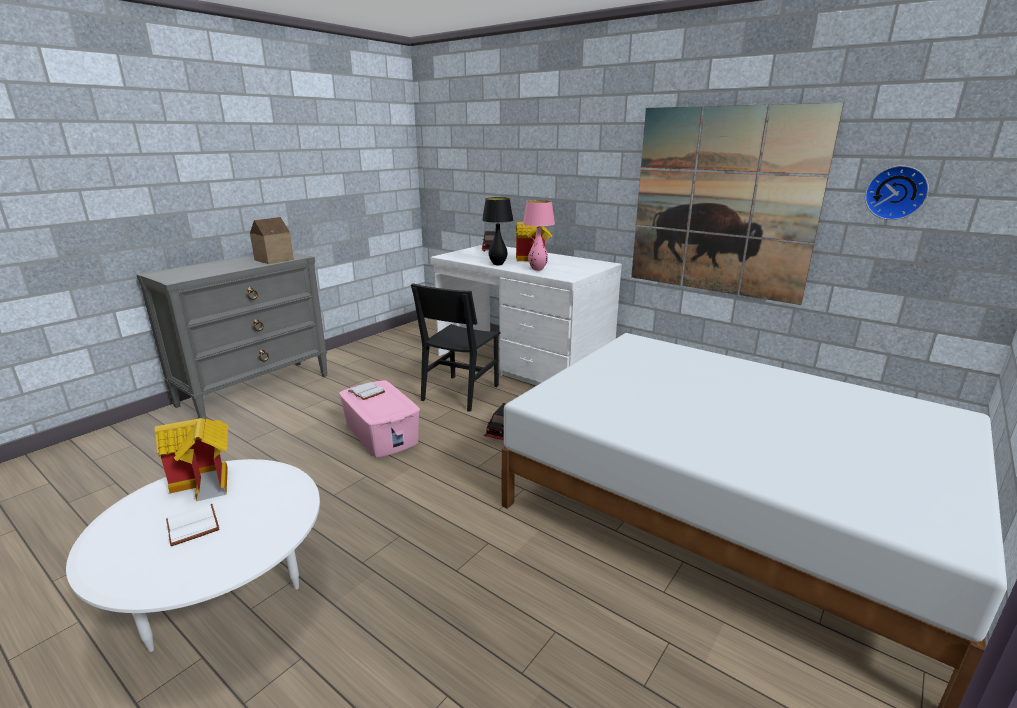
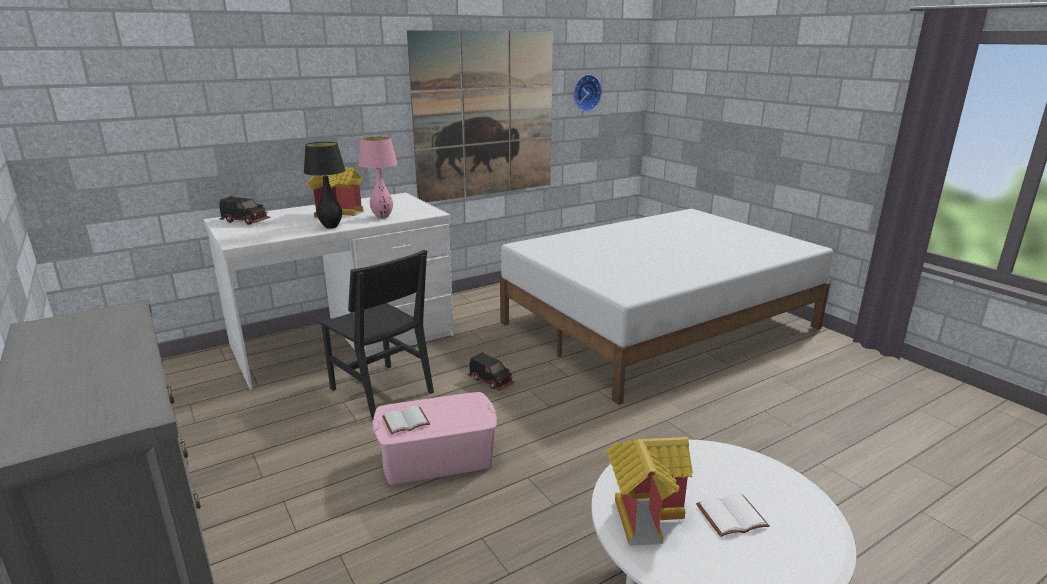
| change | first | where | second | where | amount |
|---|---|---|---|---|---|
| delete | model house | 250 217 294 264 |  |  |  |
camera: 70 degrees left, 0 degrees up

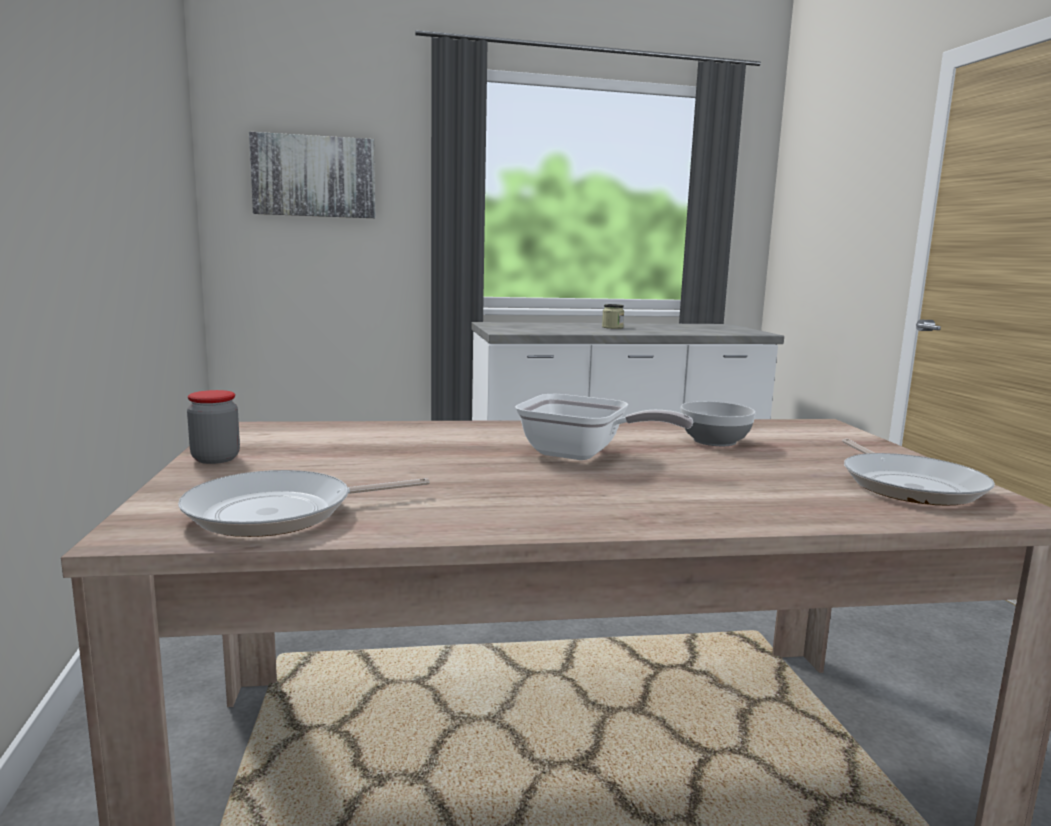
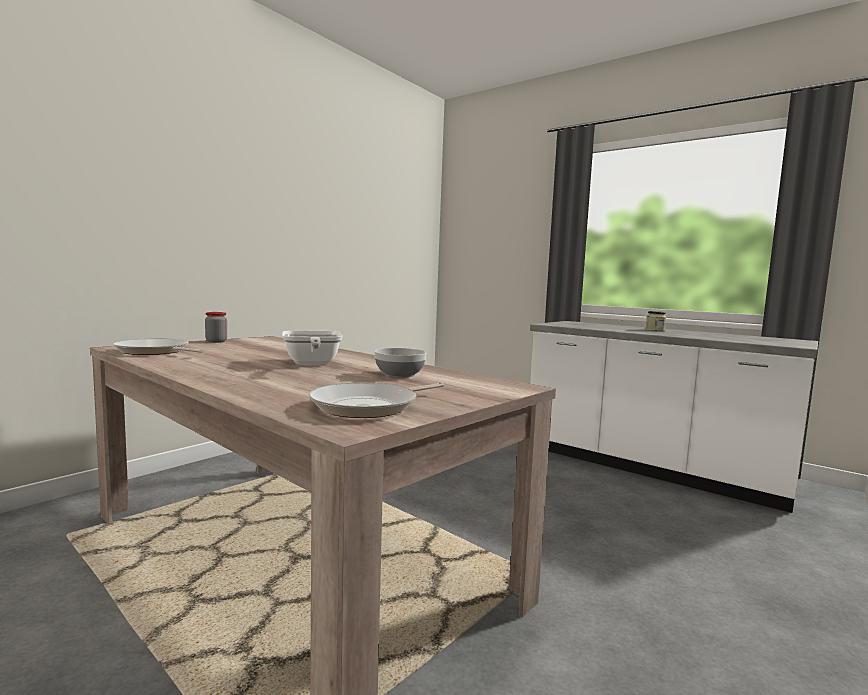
| change | first | where | second | where | amount |
|---|---|---|---|---|---|
| delete | wall art | 249 132 375 218 |  |  |  |
camera: 50 degrees right, 5 degrees down

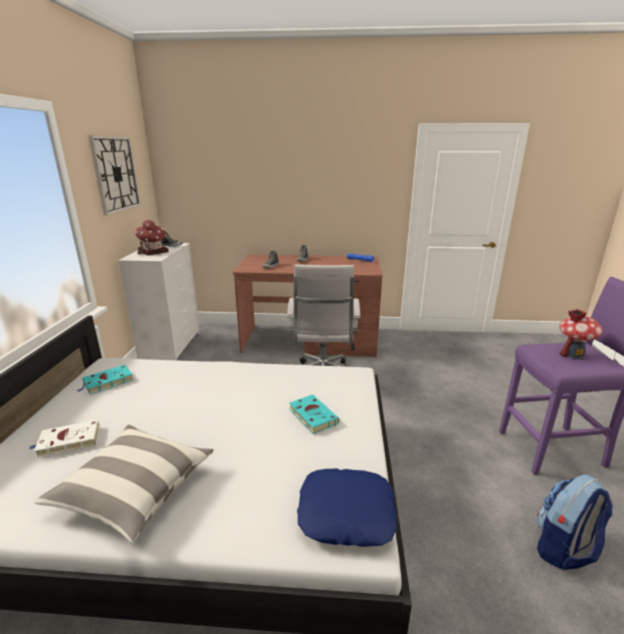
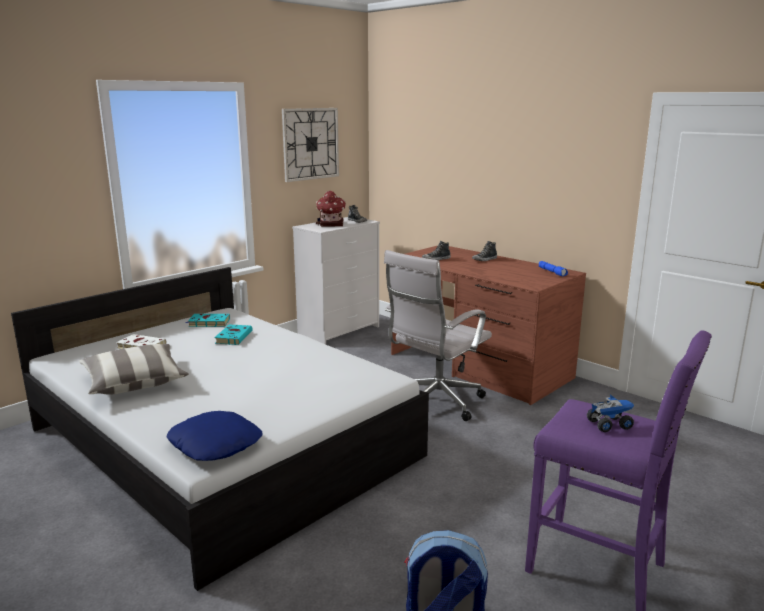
| change | first | where | second | where | amount |
|---|---|---|---|---|---|
| replace | model house | 560 309 603 359 | toy lorry | 587 394 634 432 |  |
| move | volume (blue-green) | 289 395 340 434 |  | 215 324 253 345 |  |
camera: 40 degrees right, 5 degrees down

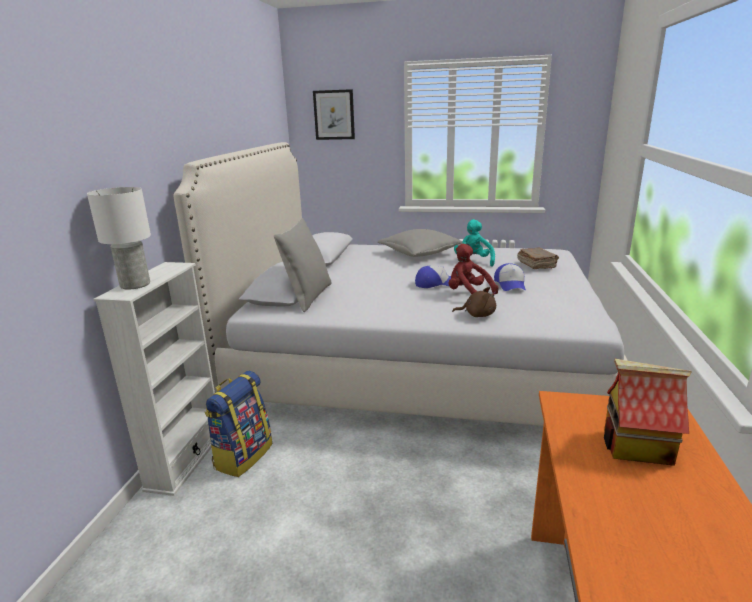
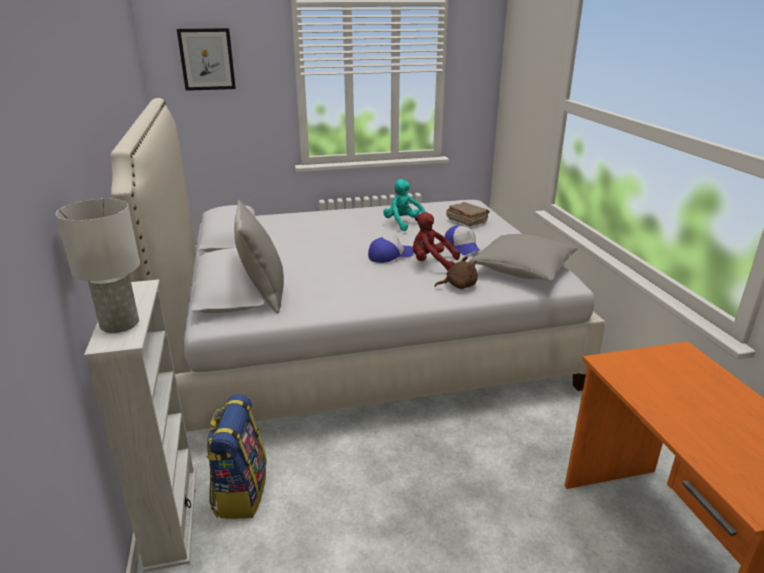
| change | first | where | second | where | amount |
|---|---|---|---|---|---|
| move | cushion (greyish) | 378 229 462 257 |  | 469 234 578 282 |  |
| delete | model house | 604 359 692 466 |  |  |  |
camera: 25 degrees left, 5 degrees up

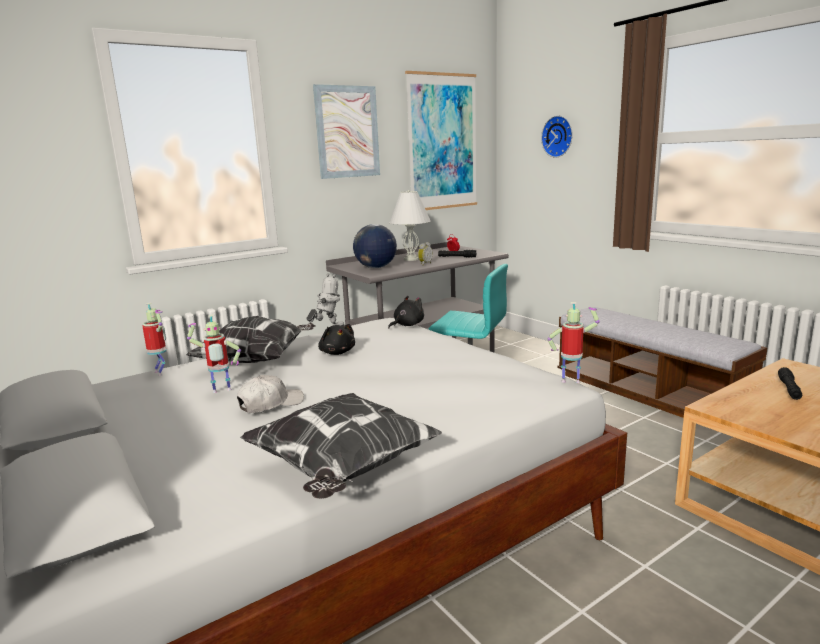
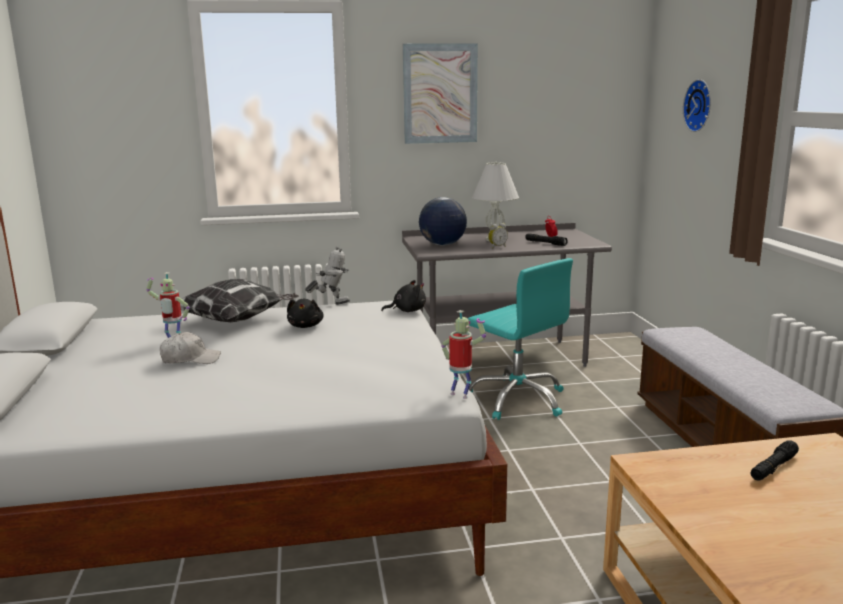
| change | first | where | second | where | amount |
|---|---|---|---|---|---|
| delete | wall art | 405 71 477 210 |  |  |  |
| delete | toy robot | 142 303 166 376 |  |  |  |
| delete | cushion | 240 393 442 499 |  |  |  |
camera: 25 degrees right, 0 degrees up

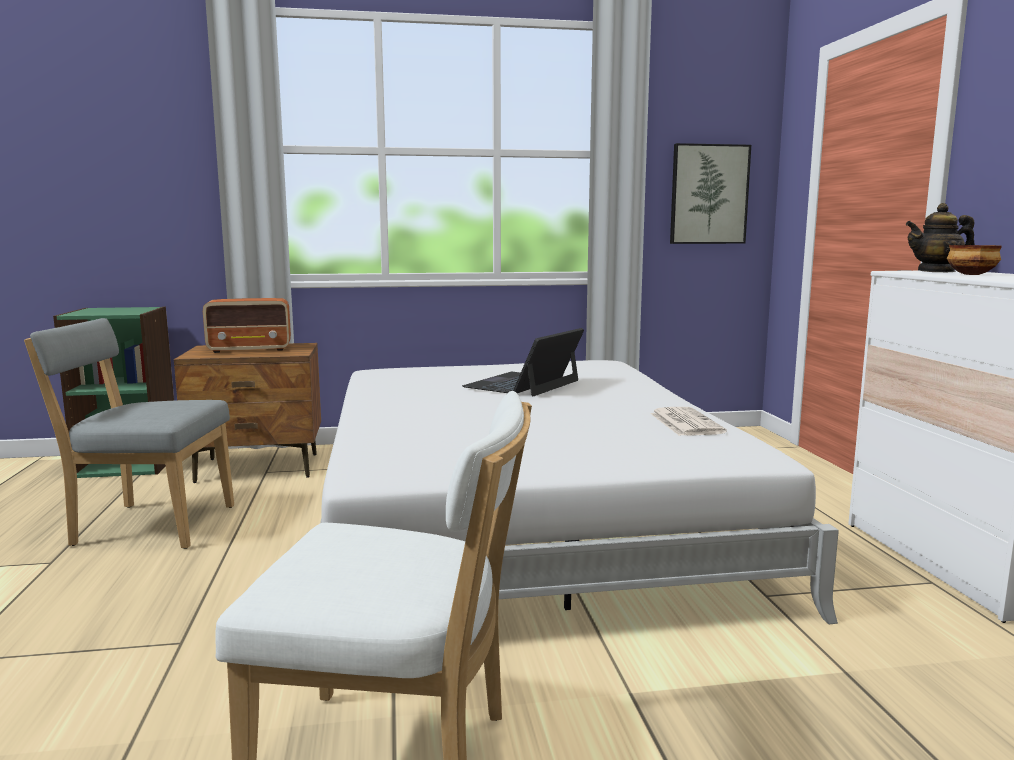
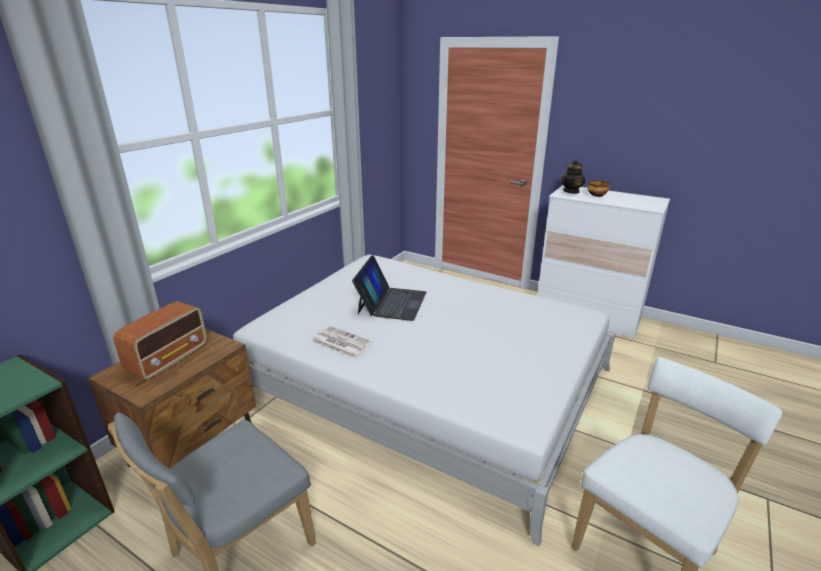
| change | first | where | second | where | amount |
|---|---|---|---|---|---|
| delete | wall art | 670 143 751 244 |  |  |  |
| rotate | portable computer | 462 328 584 397 |  | 352 255 426 321 | 150 degrees counterclockwise |
| move | newspaper | 650 407 727 436 |  | 311 326 373 358 |  |
camera: 50 degrees left, 15 degrees up

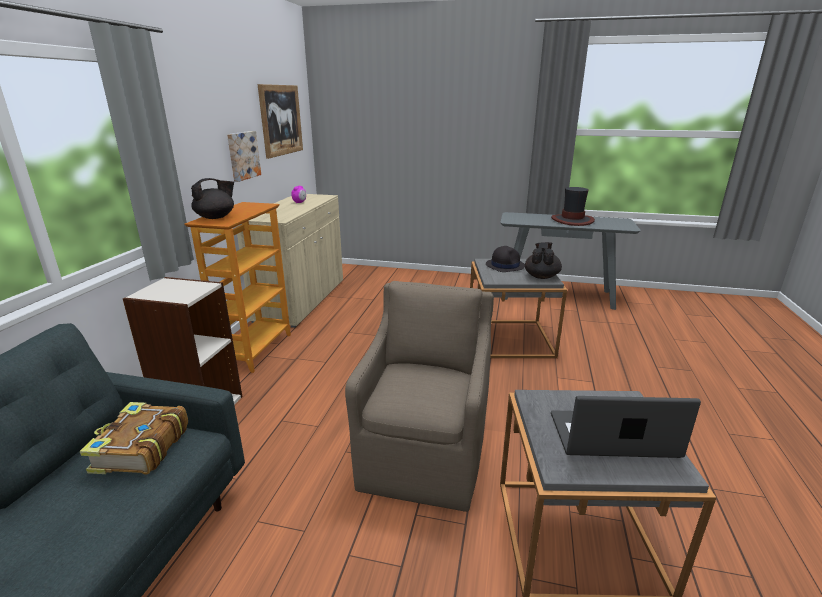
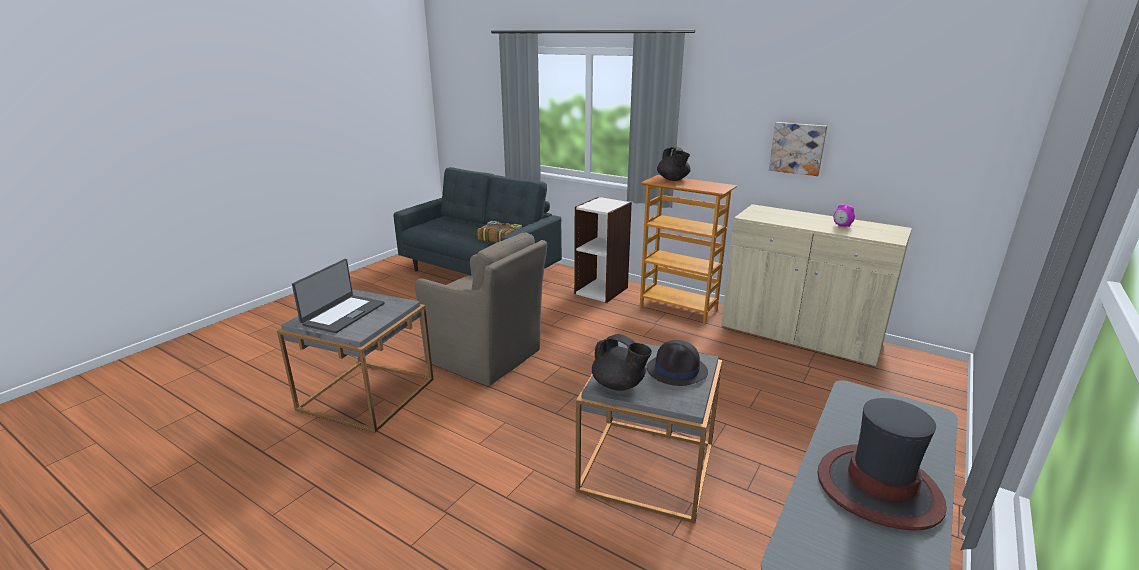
| change | first | where | second | where | amount |
|---|---|---|---|---|---|
| delete | wall art | 257 84 303 159 |  |  |  |
camera: 110 degrees right, 0 degrees up

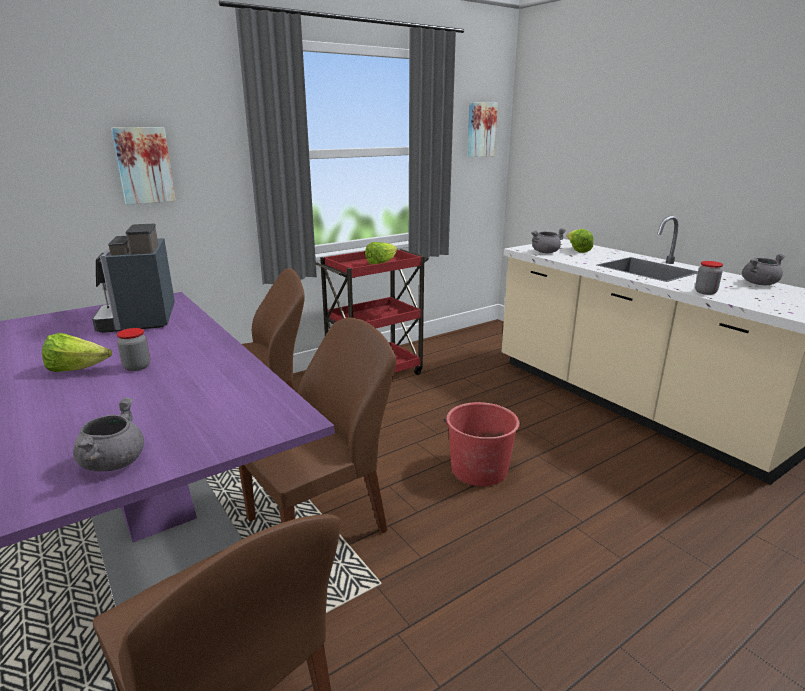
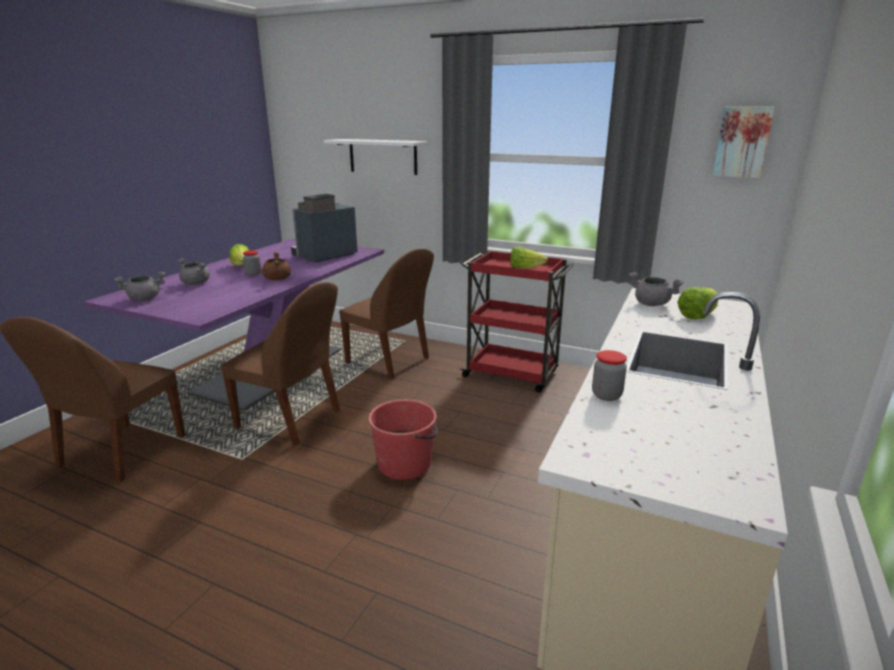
| change | first | where | second | where | amount |
|---|---|---|---|---|---|
| replace | wall art | 111 127 176 205 | bracket shelf (whitish) | 323 139 428 175 |  |
| move | saucepot (greyish) | 742 254 785 285 |  | 177 258 210 285 |  |
| insert |  |  | saucepot (brownish) | 262 252 291 280 |  |
camera: 60 degrees right, 0 degrees up

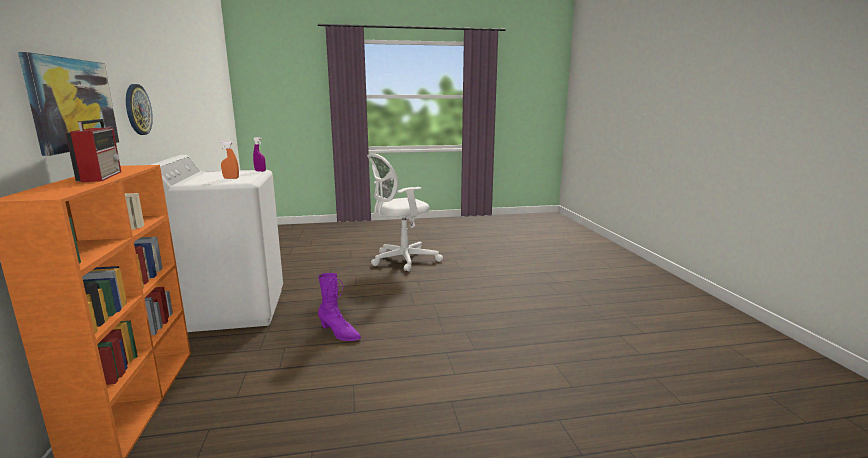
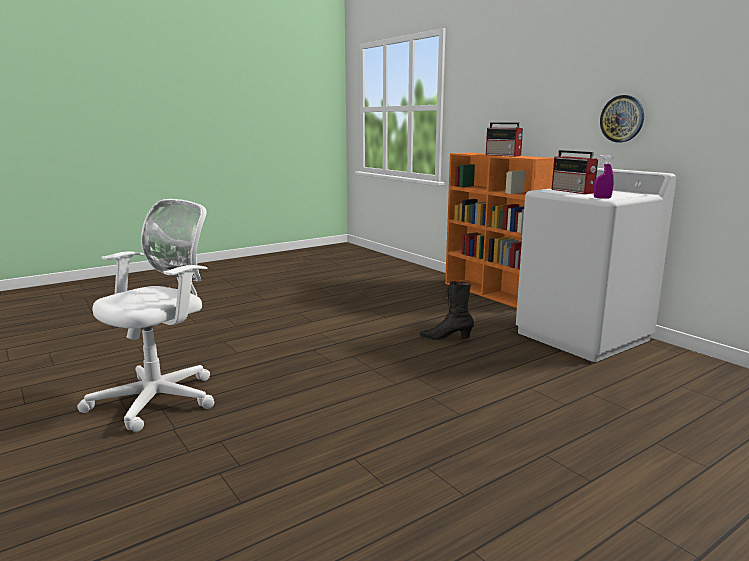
| change | first | where | second | where | amount |
|---|---|---|---|---|---|
| delete | wall art | 18 52 119 156 |  |  |  |
| replace | hand sprayer (orangey) | 220 141 239 179 | radio set | 552 150 598 194 |  |
| move | office chair (whitish) | 367 153 443 272 |  | 77 199 215 432 |  |
| recolor | high-top boot (purple-coloured) | 318 273 361 341 | high-top boot (blackish) | 419 281 474 340 |  |
camera: 155 degrees right, 0 degrees up

